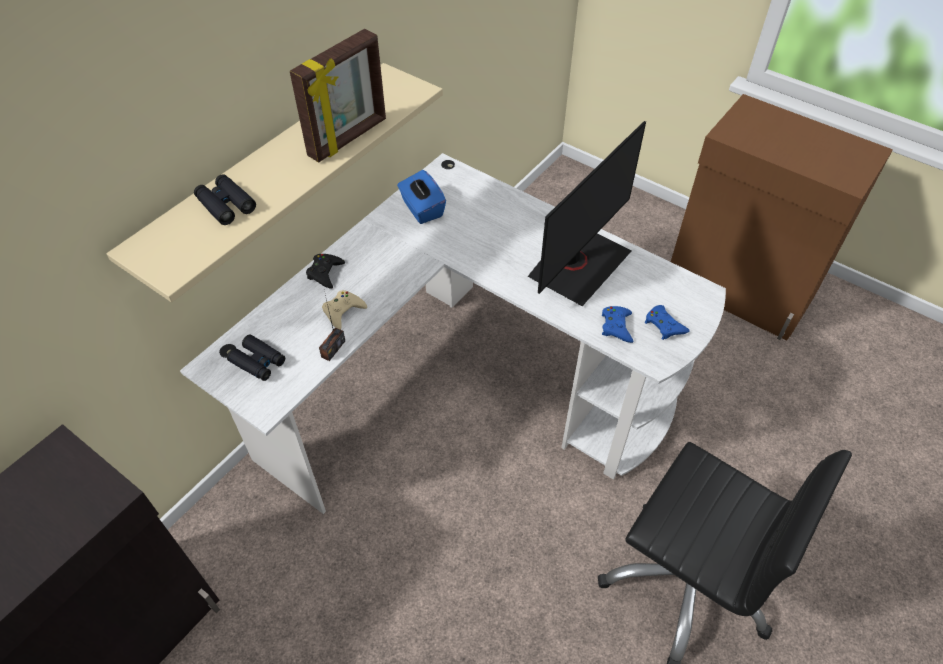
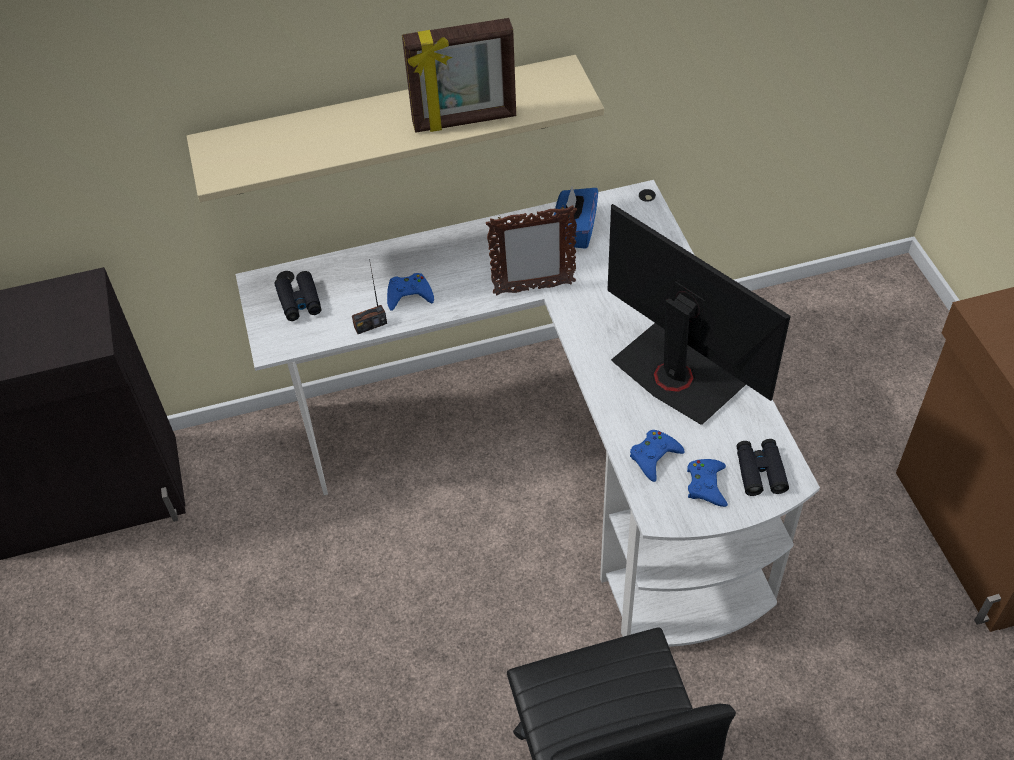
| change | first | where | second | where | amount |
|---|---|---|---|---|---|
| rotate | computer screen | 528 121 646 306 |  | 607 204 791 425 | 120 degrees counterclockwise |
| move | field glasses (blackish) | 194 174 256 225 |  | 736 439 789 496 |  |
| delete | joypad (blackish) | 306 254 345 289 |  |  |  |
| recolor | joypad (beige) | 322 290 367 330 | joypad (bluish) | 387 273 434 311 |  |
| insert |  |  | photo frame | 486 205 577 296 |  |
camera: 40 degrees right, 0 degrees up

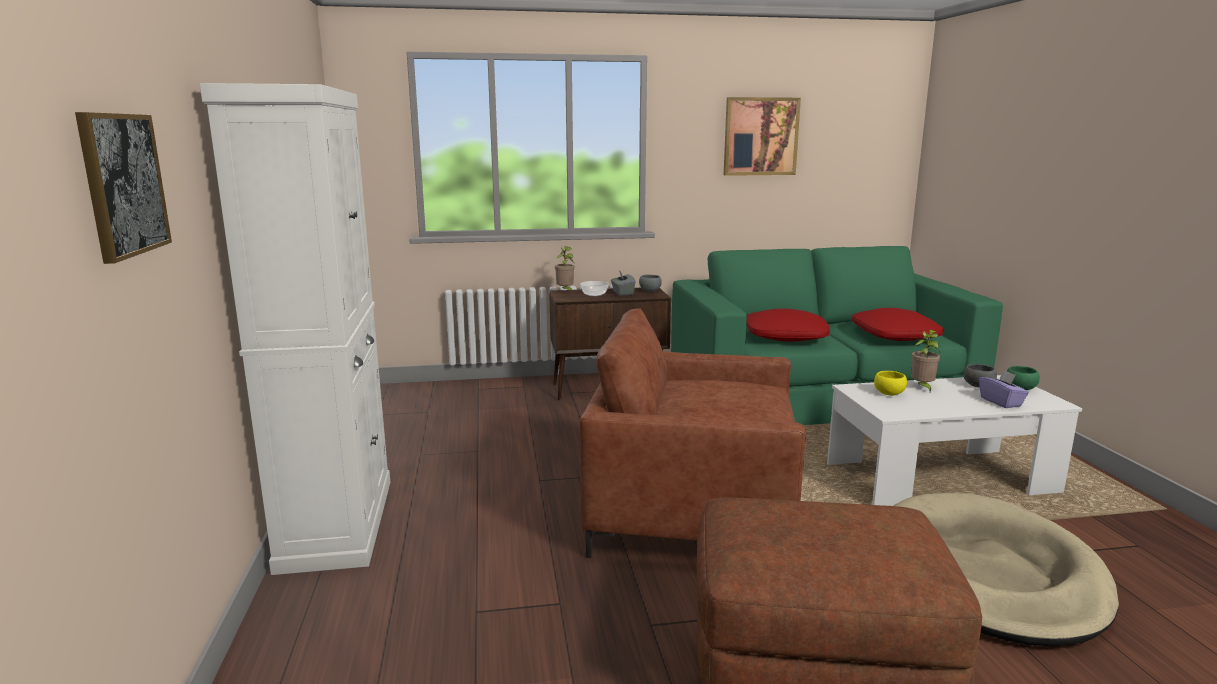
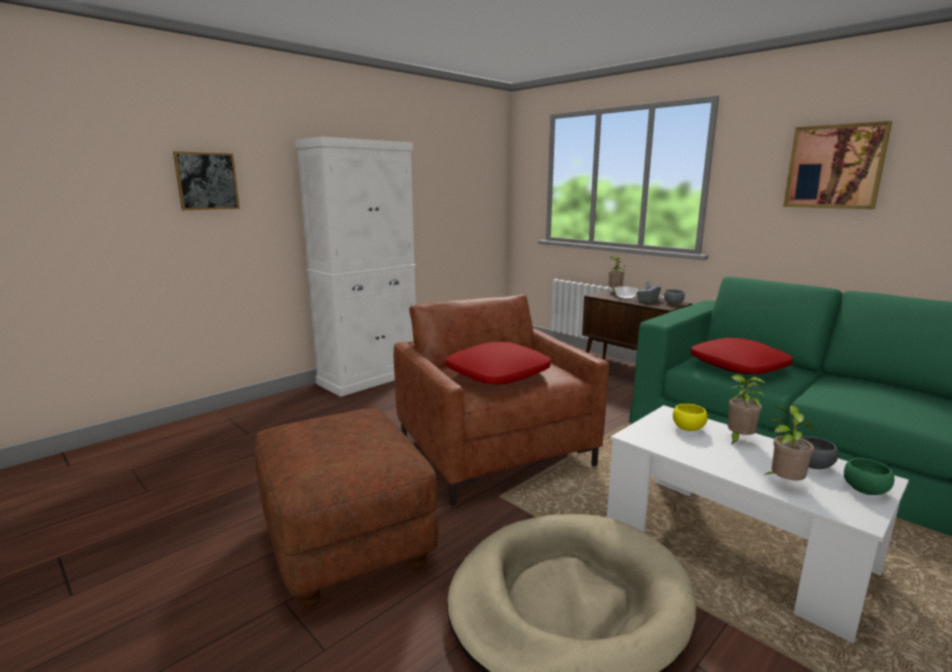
| change | first | where | second | where | amount |
|---|---|---|---|---|---|
| move | cushion (red) | 852 308 943 341 |  | 446 342 551 384 |  |
| replace | box of tissues (purple-coloured) | 979 370 1029 408 | plant in a pot | 764 404 814 480 |  |
camera: 55 degrees right, 0 degrees up

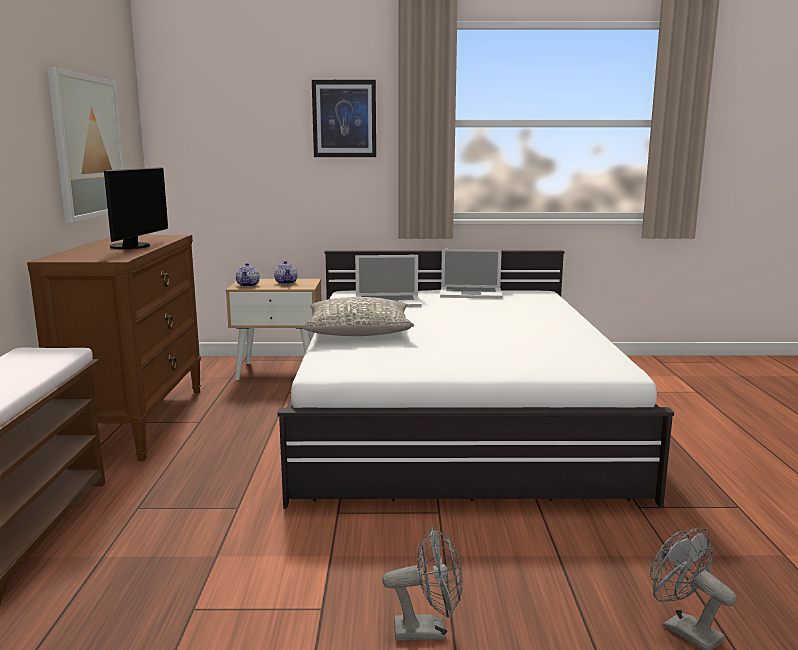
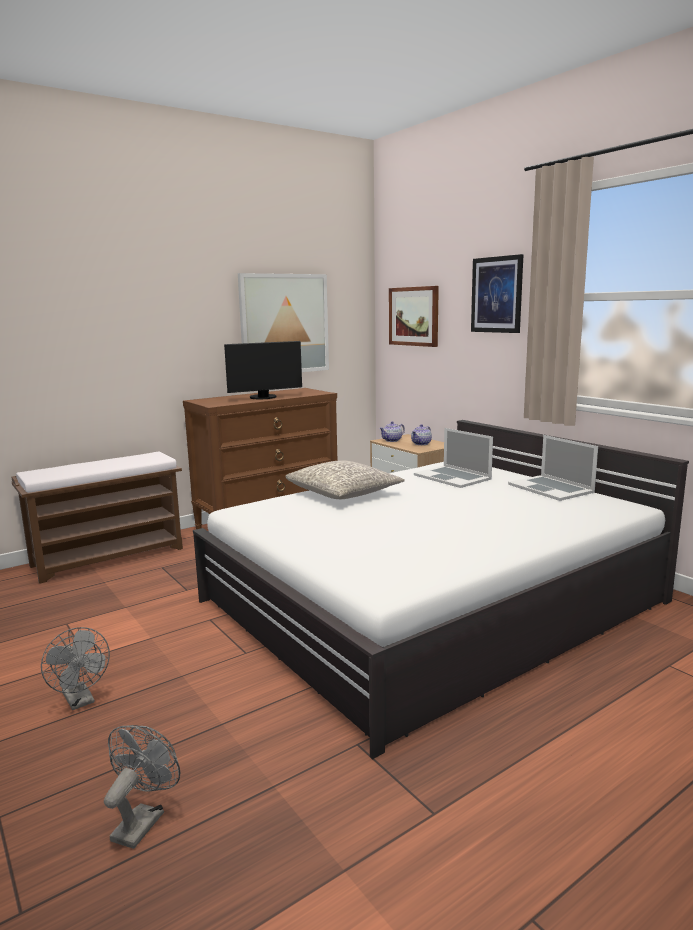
| change | first | where | second | where | amount |
|---|---|---|---|---|---|
| insert |  |  | wall art | 389 286 439 347 |  |
camera: 55 degrees right, 0 degrees up

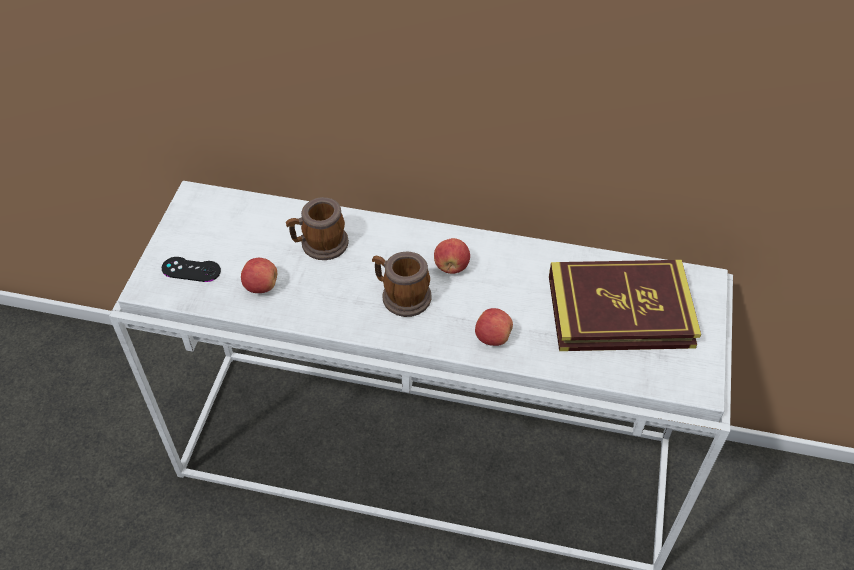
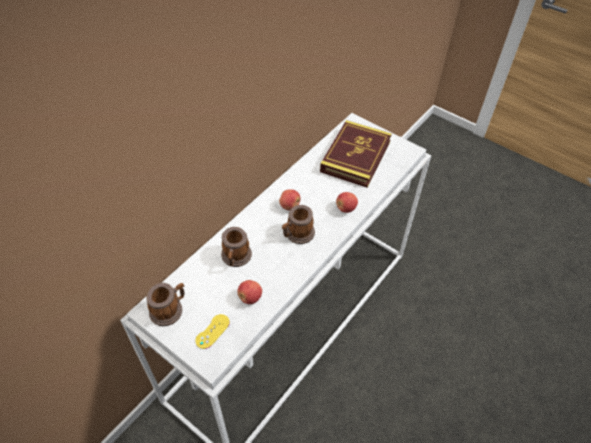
| change | first | where | second | where | amount |
|---|---|---|---|---|---|
| recolor | joypad (blackish) | 162 257 221 282 | joypad (yellowish) | 195 314 230 349 |  |
| insert |  |  | mug | 146 283 184 326 |  |
camera: 65 degrees left, 0 degrees up

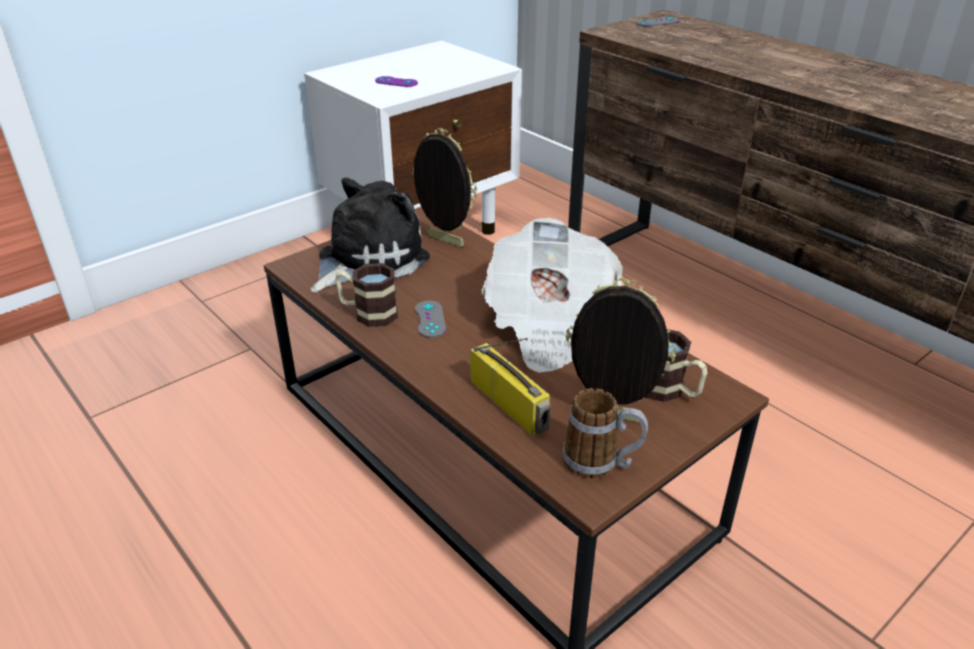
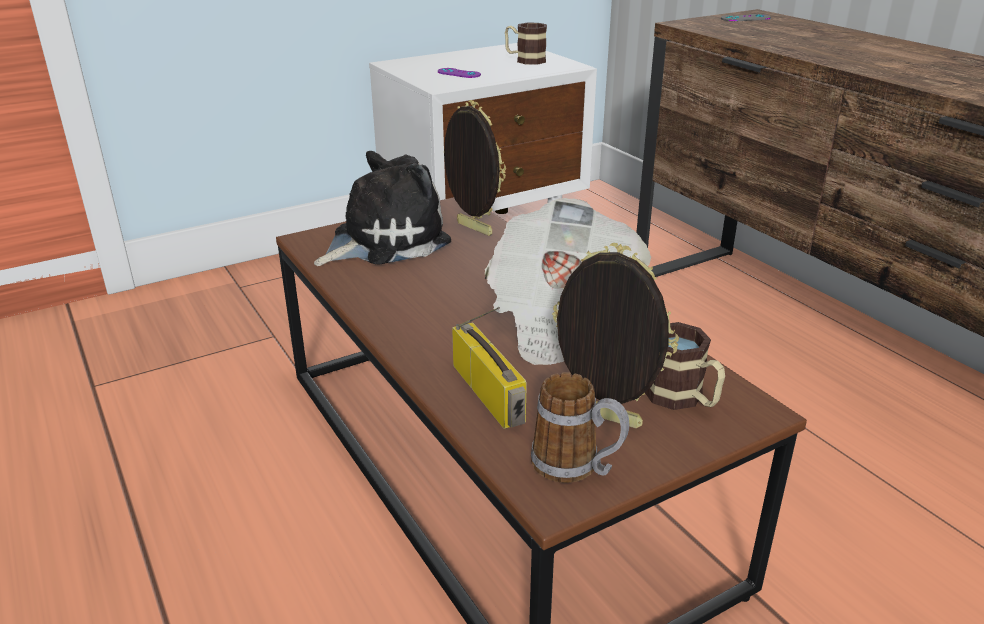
| change | first | where | second | where | amount |
|---|---|---|---|---|---|
| move | mug | 335 263 398 327 |  | 505 23 547 65 |  |
| delete | joypad (greyish) | 415 301 446 338 |  |  |  |
camera: 10 degrees right, 5 degrees down

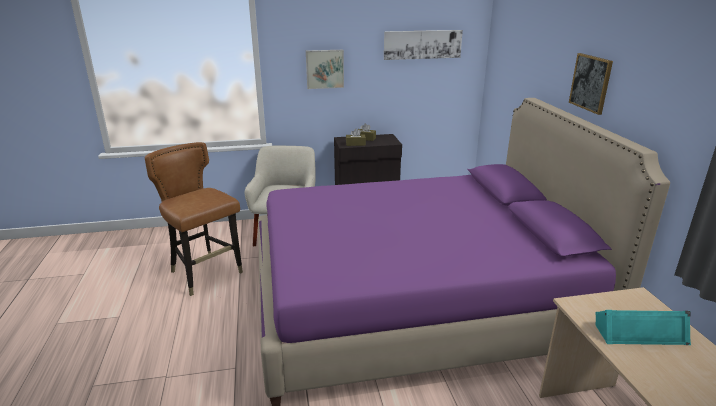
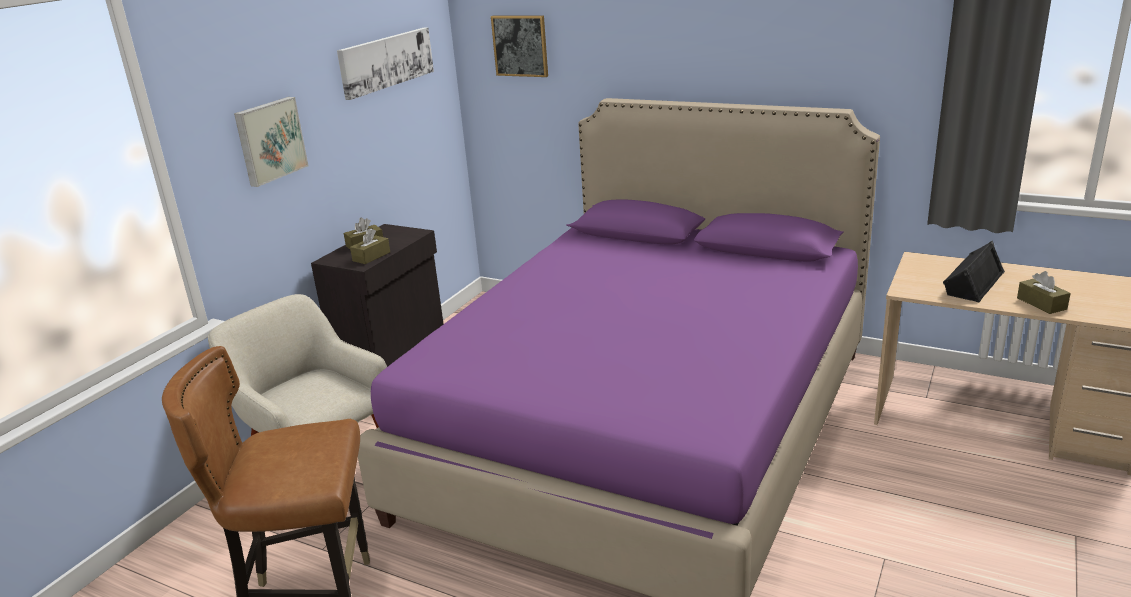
| change | first | where | second | where | amount |
|---|---|---|---|---|---|
| move | wall art | 569 53 613 115 |  | 491 16 548 77 |  |
| recolor | audio speaker (blue-green) | 595 310 691 345 | audio speaker (blackish) | 943 241 1005 302 |  |
| insert |  |  | box of tissues (brownish) | 1017 271 1071 314 |  |
camera: 50 degrees left, 0 degrees up

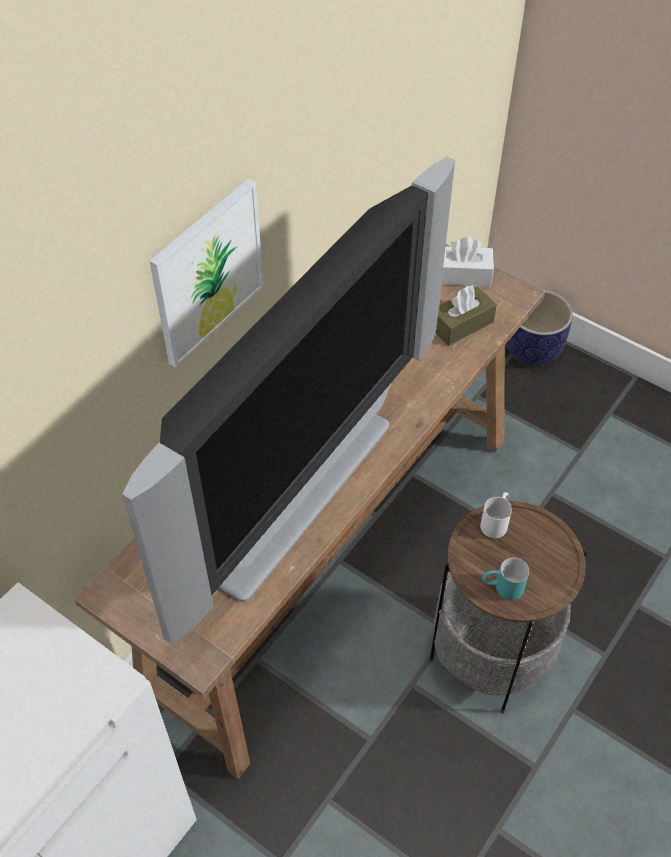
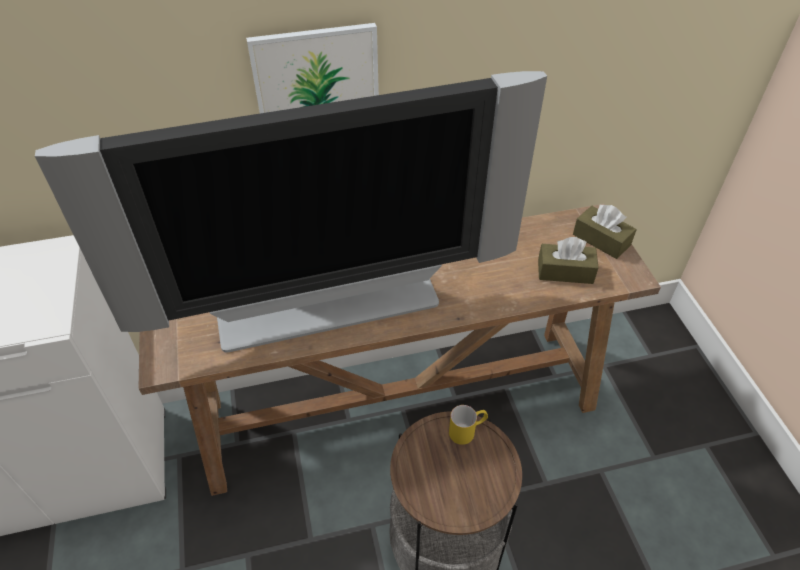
| change | first | where | second | where | amount |
|---|---|---|---|---|---|
| recolor | box of tissues (whitish) | 441 237 494 286 | box of tissues (brownish) | 573 204 637 259 |  |
| delete | planter | 506 289 573 365 |  |  |  |
| recolor | mug (whitish) | 480 492 512 538 | mug (yellowish) | 449 405 488 445 |  |
| delete | mug (blue-green) | 482 558 529 600 |  |  |  |
camera: 40 degrees right, 5 degrees down

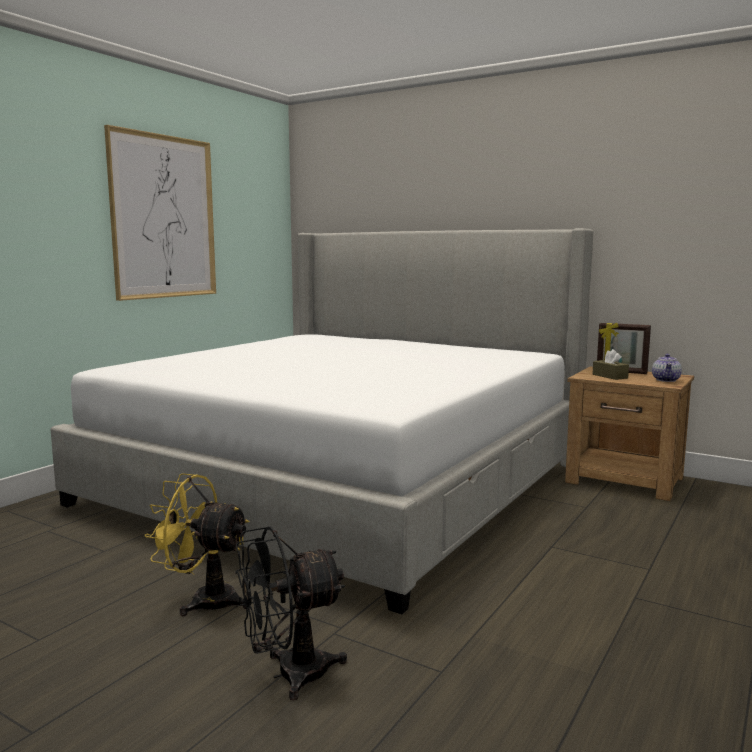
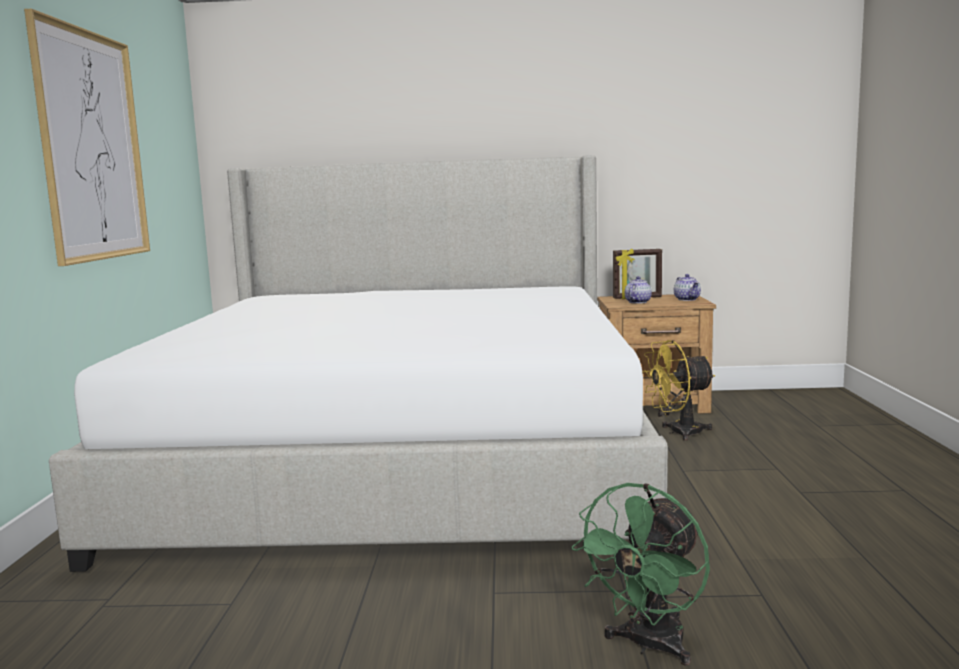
| change | first | where | second | where | amount |
|---|---|---|---|---|---|
| replace | box of tissues (brownish) | 592 349 629 380 | teapot | 625 276 652 303 |  |
| move | cooling fan (yellowish) | 144 473 250 616 |  | 642 340 715 441 |  |
| recolor | cooling fan (blackish) | 235 526 347 701 | cooling fan (greenish) | 571 483 710 666 |  |
camera: 30 degrees left, 0 degrees up

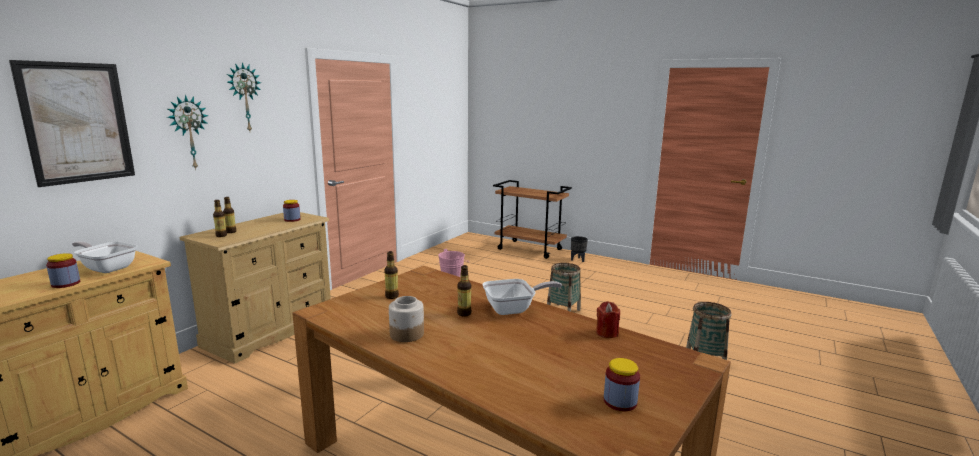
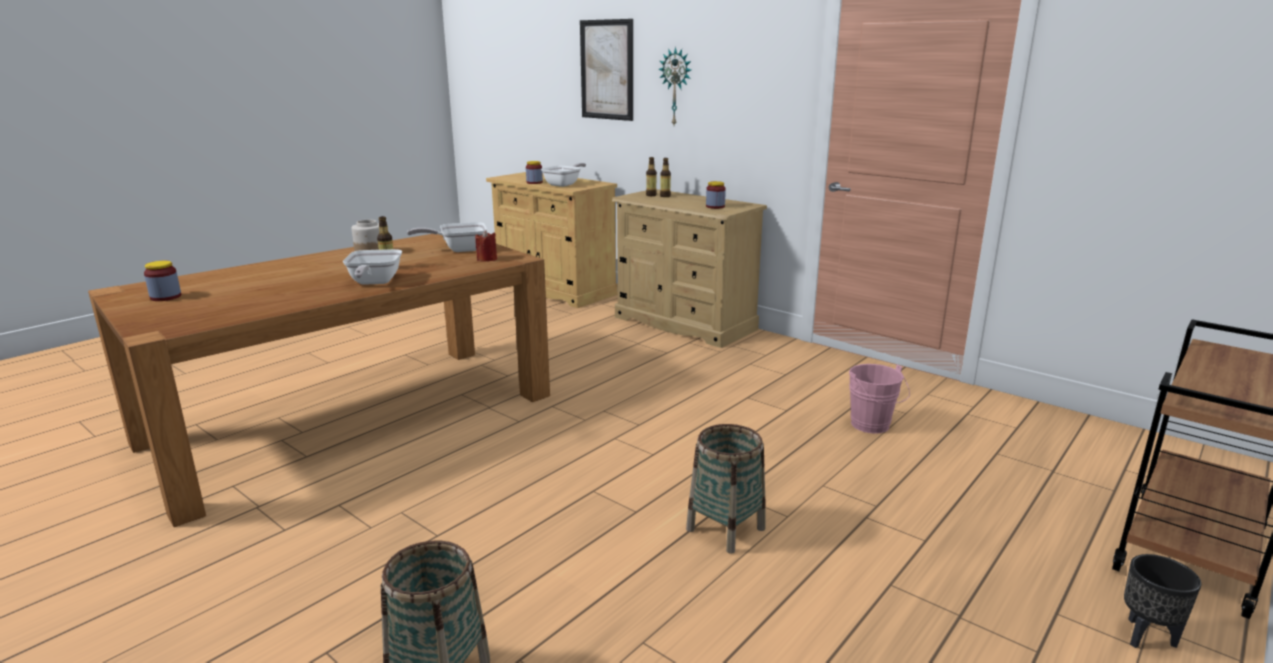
| change | first | where | second | where | amount |
|---|---|---|---|---|---|
| delete | hanging clock | 227 62 261 131 |  |  |  |
| replace | beverage bottle | 384 251 399 299 | pan | 407 222 487 252 |  |
| move | wax light (red) | 596 301 620 338 |  | 475 230 497 262 |  |
camera: 100 degrees right, 5 degrees up

